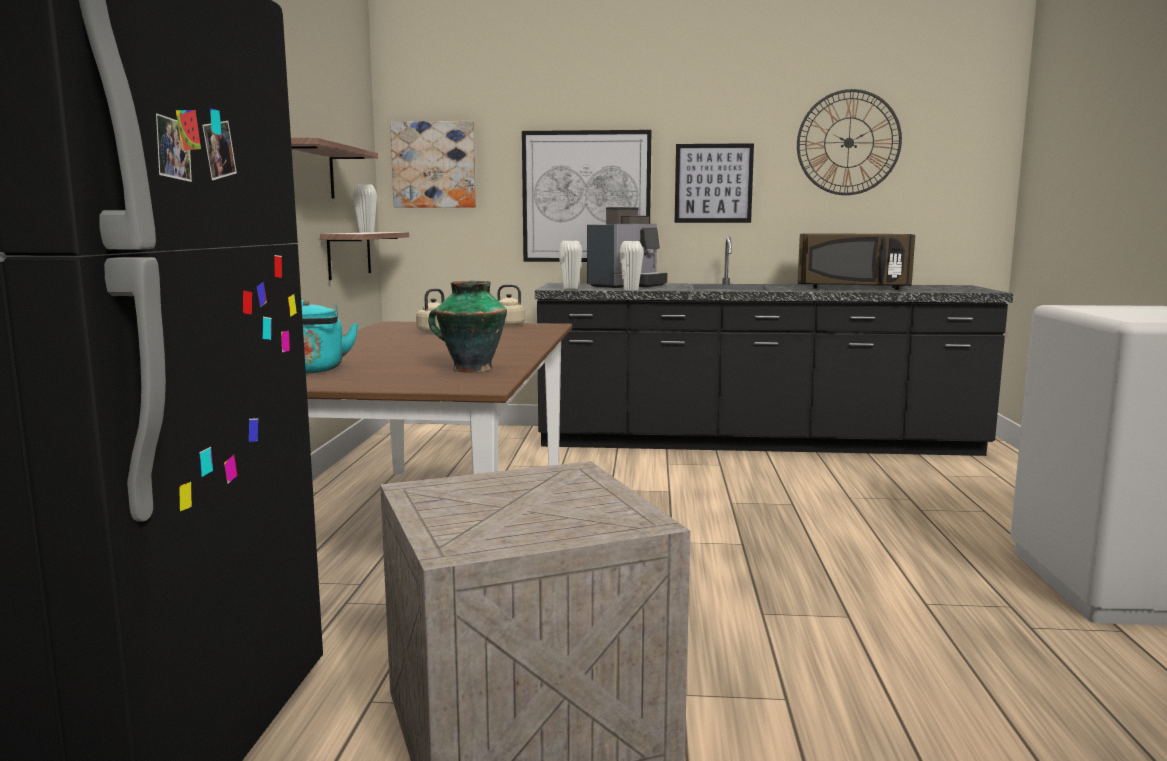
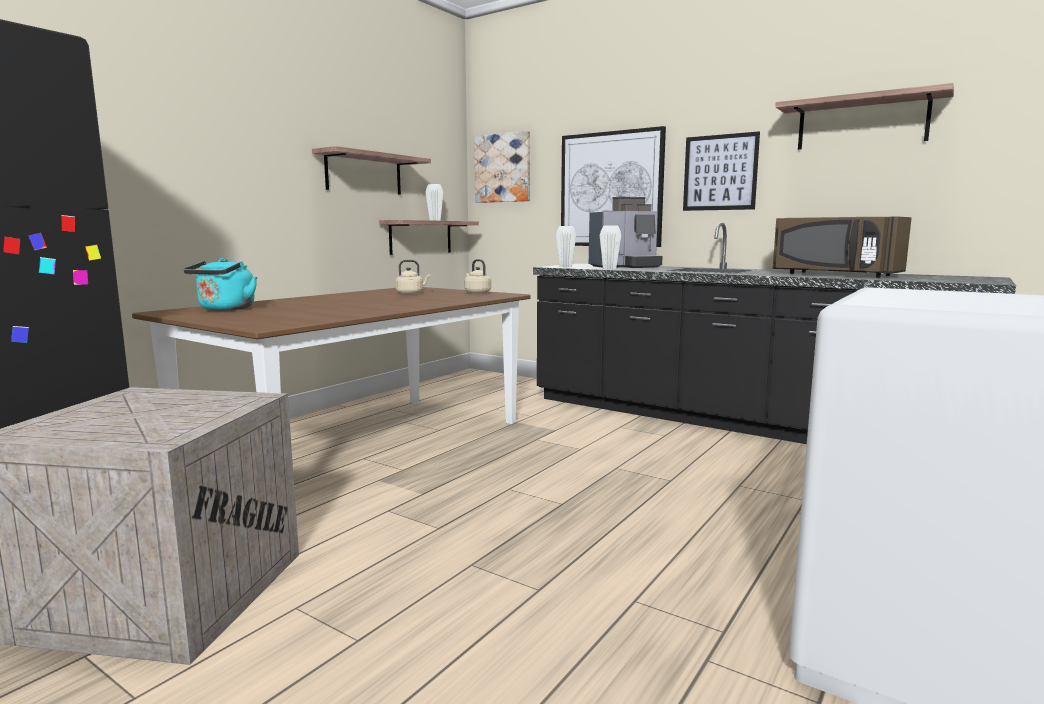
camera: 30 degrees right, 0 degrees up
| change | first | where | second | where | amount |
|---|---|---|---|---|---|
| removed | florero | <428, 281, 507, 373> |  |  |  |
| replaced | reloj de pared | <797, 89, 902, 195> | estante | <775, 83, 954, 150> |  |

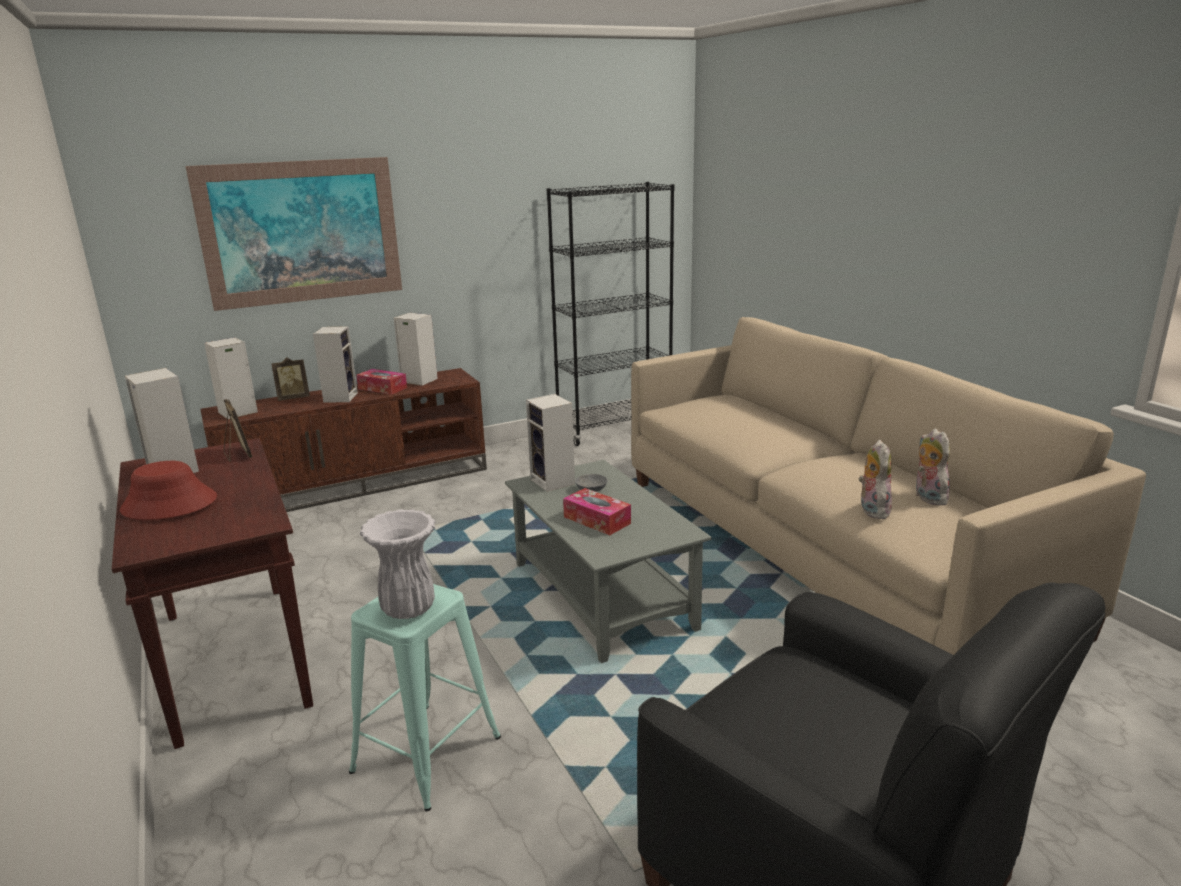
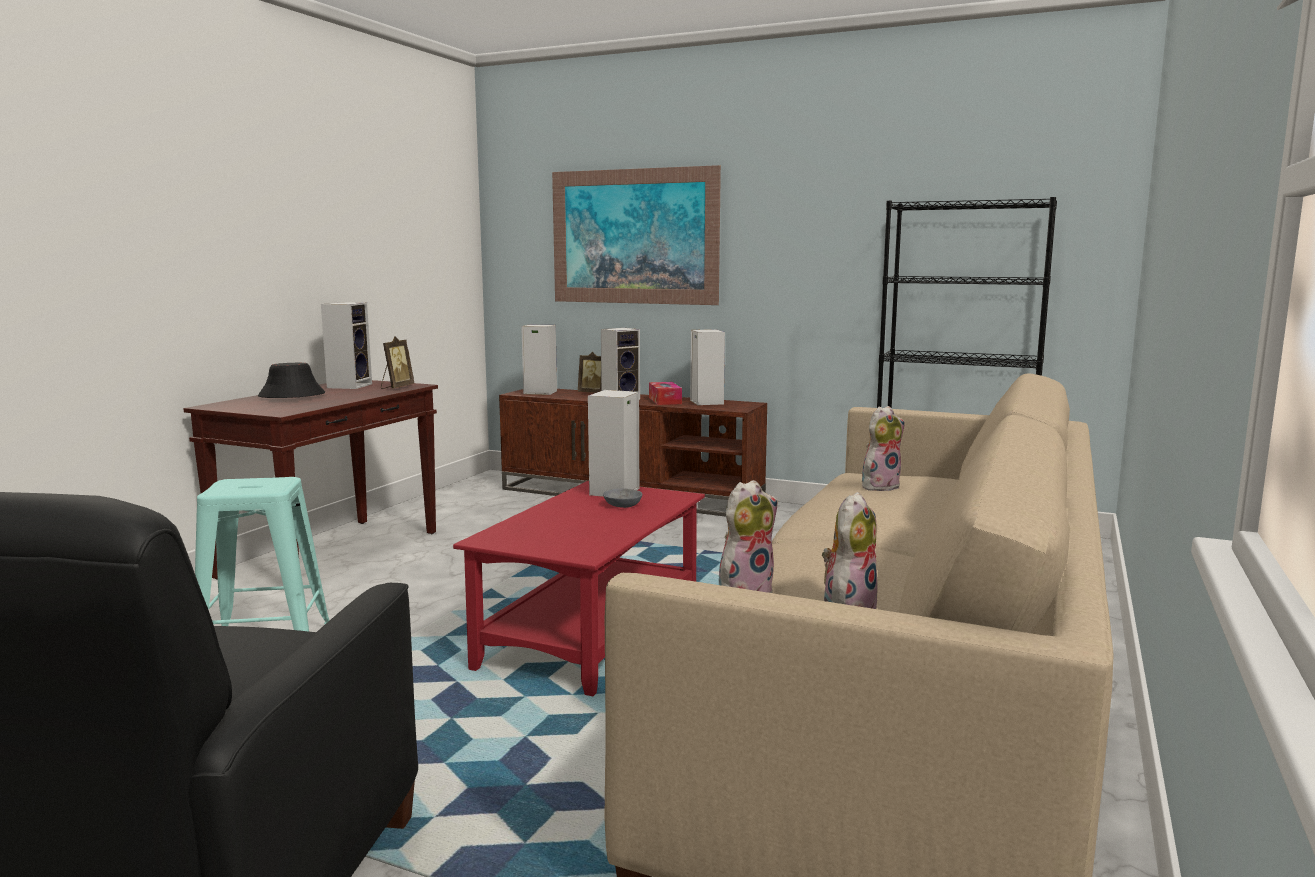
camera: 50 degrees right, 10 degrees down
| change | first | where | second | where | amount |
|---|---|---|---|---|---|
| removed | florero (blanco) | <360, 509, 435, 619> |  |  |  |
| removed | caja de pañuelos | <563, 488, 631, 535> |  |  |  |
| added |  |  | peluche | <862, 406, 905, 491> |  |
| recoloured | sombrero (rojo) | <120, 461, 217, 520> | sombrero (negro) | <258, 363, 325, 398> |  |
| recoloured | mesa de centro (gris) | <505, 460, 712, 663> | mesa de centro (rojo) | <453, 481, 705, 696> |  |

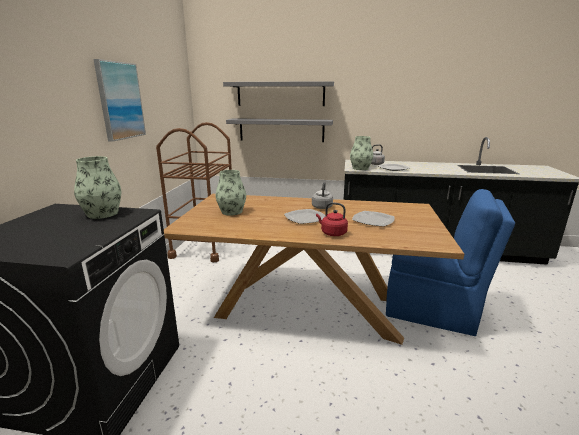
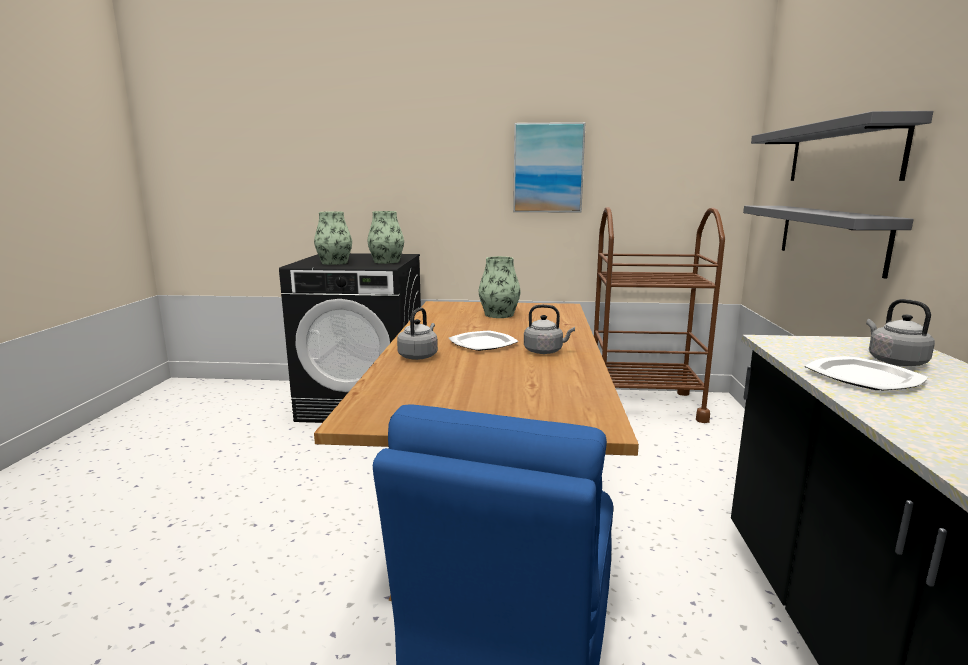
camera: 85 degrees right, 5 degrees down
| change | first | where | second | where | amount |
|---|---|---|---|---|---|
| removed | plato | <352, 211, 395, 227> |  |  |  |
| moved | florero | <350, 136, 373, 170> |  | <314, 211, 352, 265> |  |
| recoloured | hervidor (rojo) | <316, 202, 348, 236> | hervidor (gris) | <397, 307, 438, 360> |  |

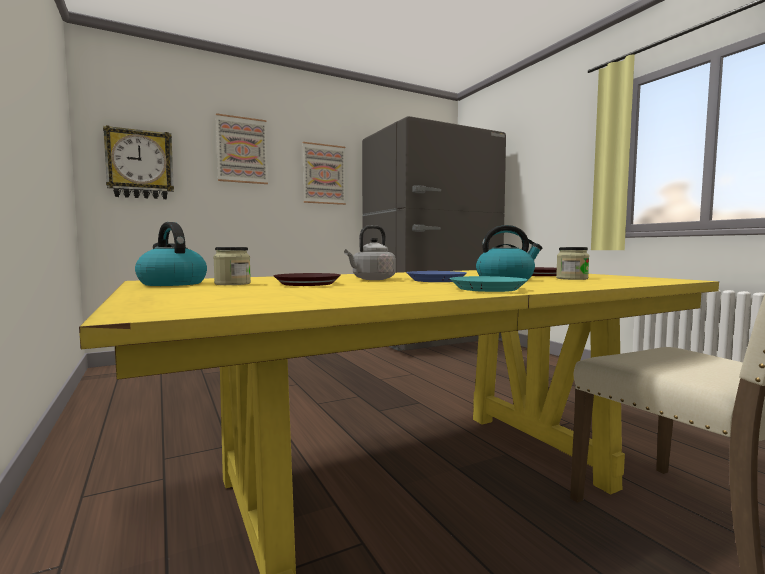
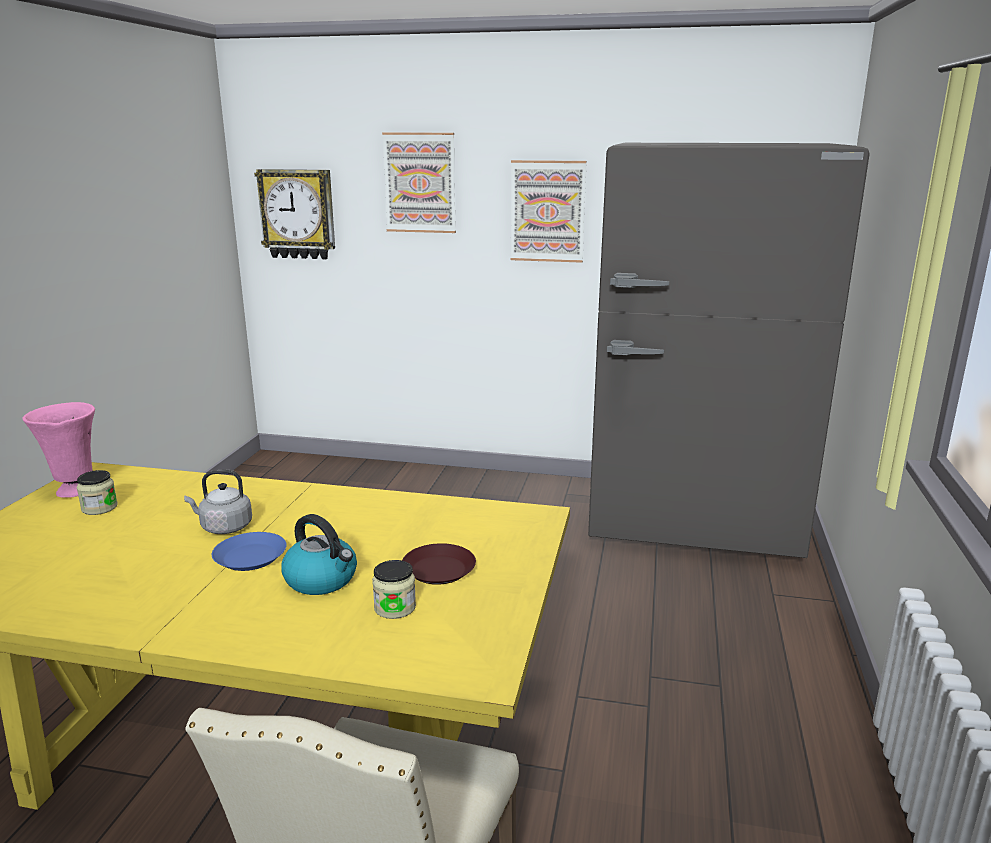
camera: 40 degrees right, 15 degrees up
| change | first | where | second | where | amount |
|---|---|---|---|---|---|
| removed | plato (marrón) | <273, 273, 341, 286> |  |  |  |
| removed | plato (turquesa) | <450, 276, 528, 292> |  |  |  |
| replaced | hervidor | <135, 222, 207, 286> | florero (rosa) | <22, 402, 95, 498> |  |

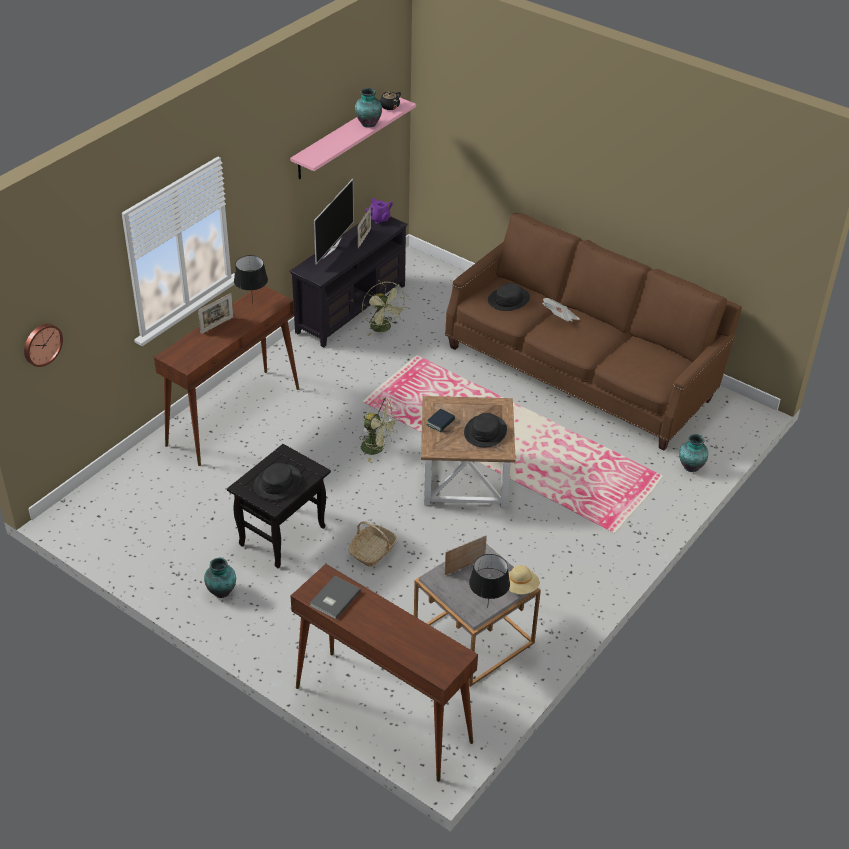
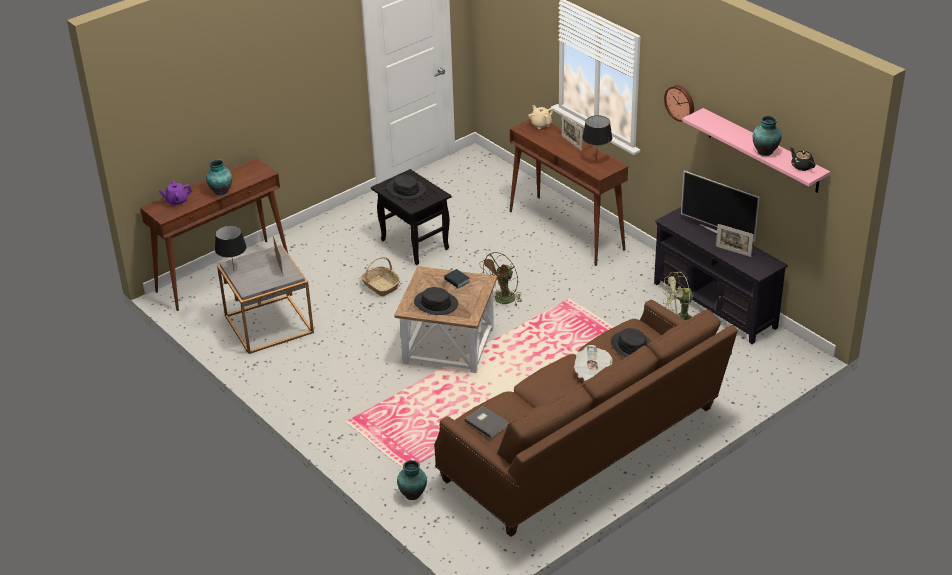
camera: 105 degrees right, 5 degrees down
| change | first | where | second | where | amount |
|---|---|---|---|---|---|
| removed | sombrero (beis) | <509, 565, 540, 594> |  |  |  |
| added |  |  | tetera (beis) | <528, 105, 554, 129> |  |
| moved | reloj de pared | <24, 324, 63, 367> |  | <664, 85, 694, 122> |  |
| moved | florero | <204, 558, 236, 598> |  | <206, 159, 232, 195> |  |
| moved | libro (gris) | <310, 576, 361, 619> |  | <465, 406, 509, 438> |  |
| moved | tetera (morado) | <366, 198, 393, 224> |  | <159, 180, 192, 206> |  |
| recoloured | ventilador (verde) | <361, 397, 400, 462> | ventilador (marrón) | <479, 252, 522, 307> |  |

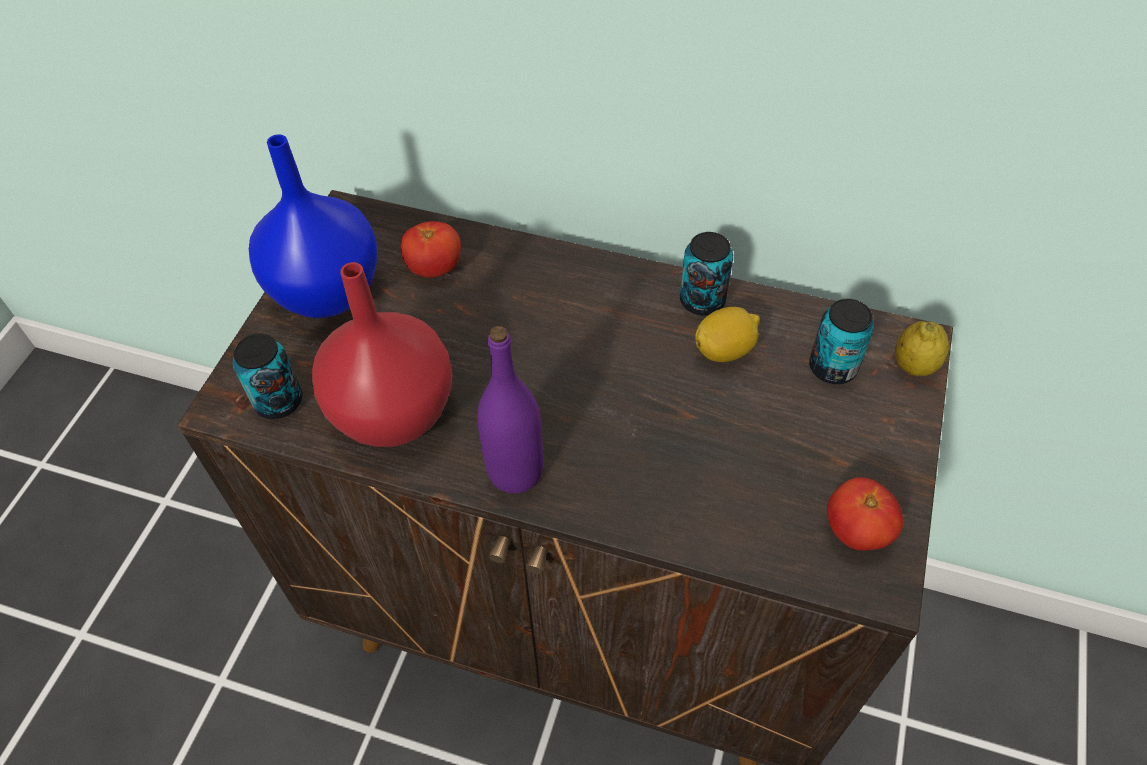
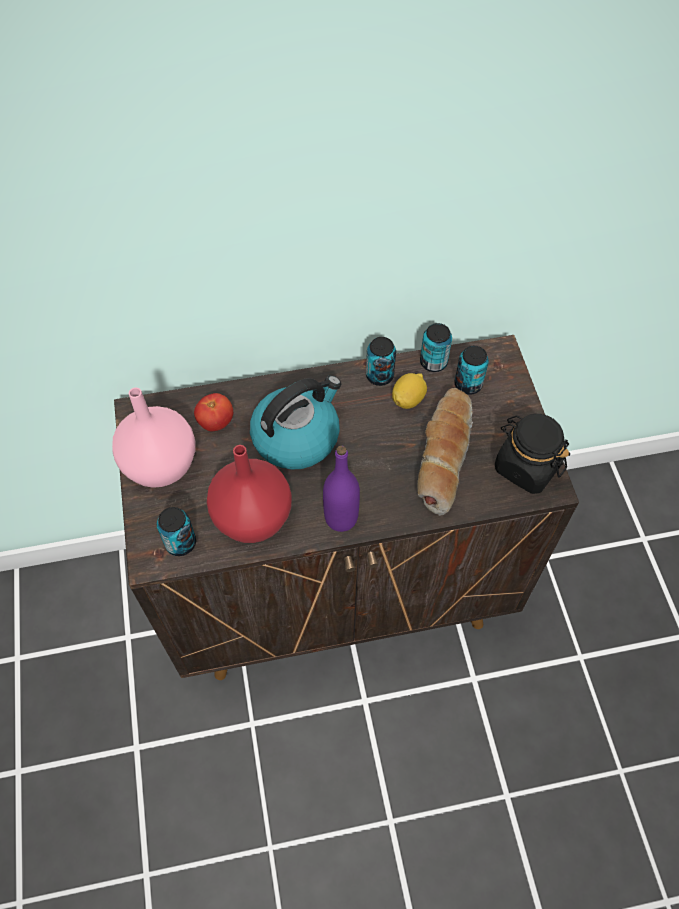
camera: 30 degrees left, 5 degrees up
| change | first | where | second | where | amount |
|---|---|---|---|---|---|
| removed | limón | <895, 321, 949, 376> |  |  |  |
| added |  |  | hervidor | <250, 376, 341, 470> |  |
| added |  |  | pan | <417, 388, 473, 516> |  |
| added |  |  | lata | <420, 323, 452, 372> |  |
| replaced | tomate | <827, 477, 903, 551> | tarro (negro) | <495, 414, 570, 494> |  |
| recoloured | florero (azul) | <249, 134, 378, 318> | florero (rosa) | <112, 388, 196, 488> |  |

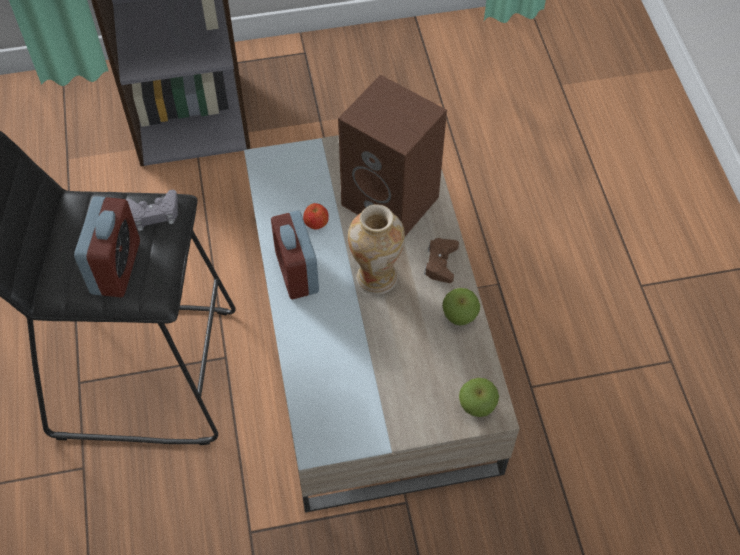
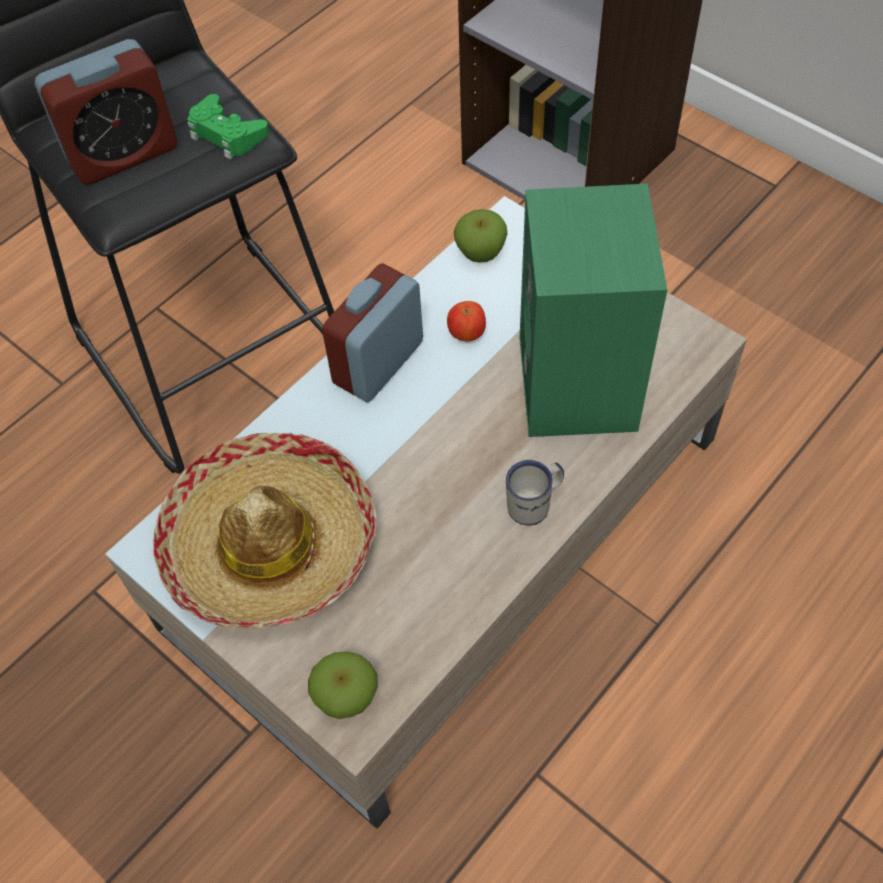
camera: 55 degrees right, 0 degrees up
| change | first | where | second | where | amount |
|---|---|---|---|---|---|
| removed | florero | <348, 204, 405, 295> |  |  |  |
| added |  |  | sombrero | <153, 433, 376, 629> |  |
| moved | manzana | <443, 288, 480, 325> |  | <454, 209, 507, 263> |  |
| replaced | mando de consola (marrón) | <424, 238, 459, 283> | taza grande (blanco) | <506, 460, 564, 525> |  |
| recoloured | mando de consola (gris) | <126, 190, 178, 231> | mando de consola (verde) | <187, 94, 269, 159> |  |
| recoloured | altavoz (marrón) | <338, 75, 447, 236> | altavoz (verde) | <520, 184, 667, 437> |  |

